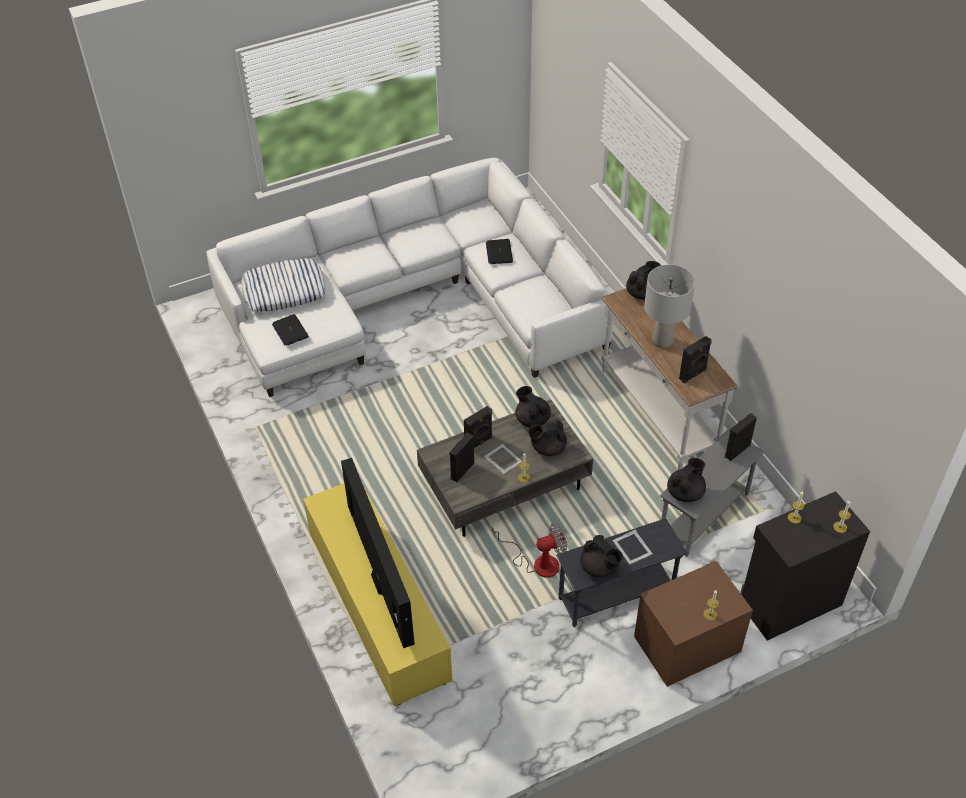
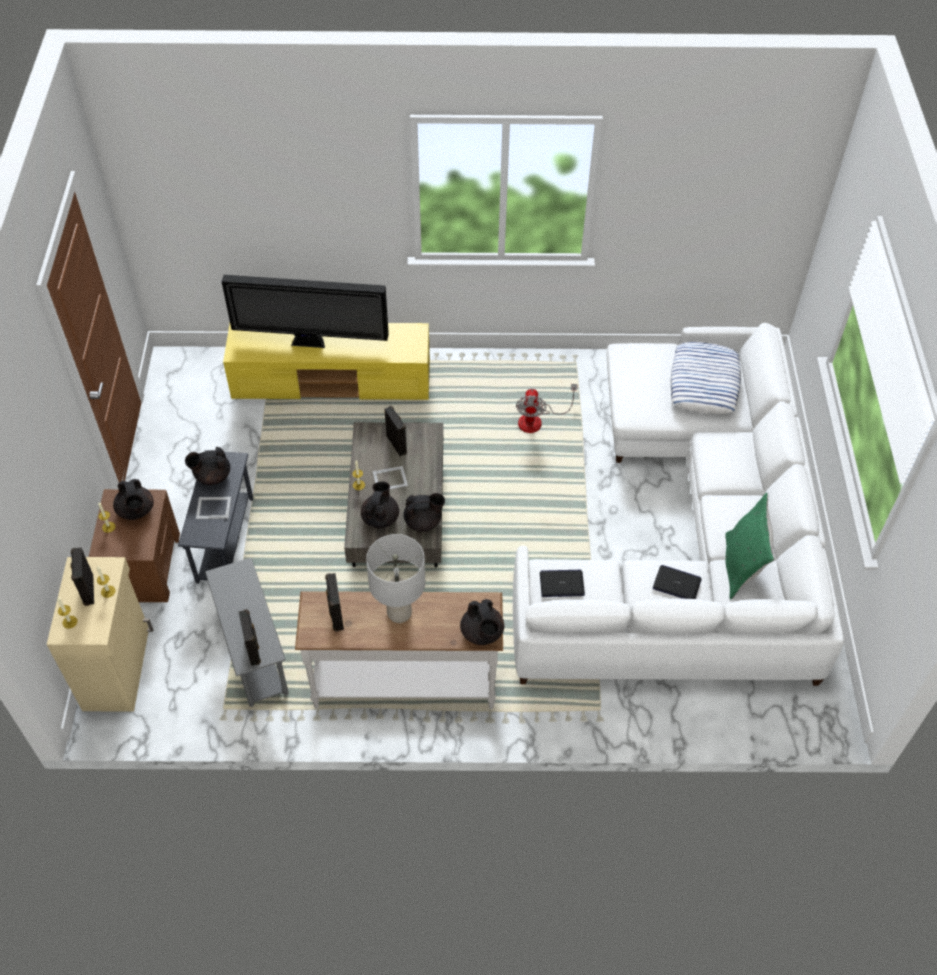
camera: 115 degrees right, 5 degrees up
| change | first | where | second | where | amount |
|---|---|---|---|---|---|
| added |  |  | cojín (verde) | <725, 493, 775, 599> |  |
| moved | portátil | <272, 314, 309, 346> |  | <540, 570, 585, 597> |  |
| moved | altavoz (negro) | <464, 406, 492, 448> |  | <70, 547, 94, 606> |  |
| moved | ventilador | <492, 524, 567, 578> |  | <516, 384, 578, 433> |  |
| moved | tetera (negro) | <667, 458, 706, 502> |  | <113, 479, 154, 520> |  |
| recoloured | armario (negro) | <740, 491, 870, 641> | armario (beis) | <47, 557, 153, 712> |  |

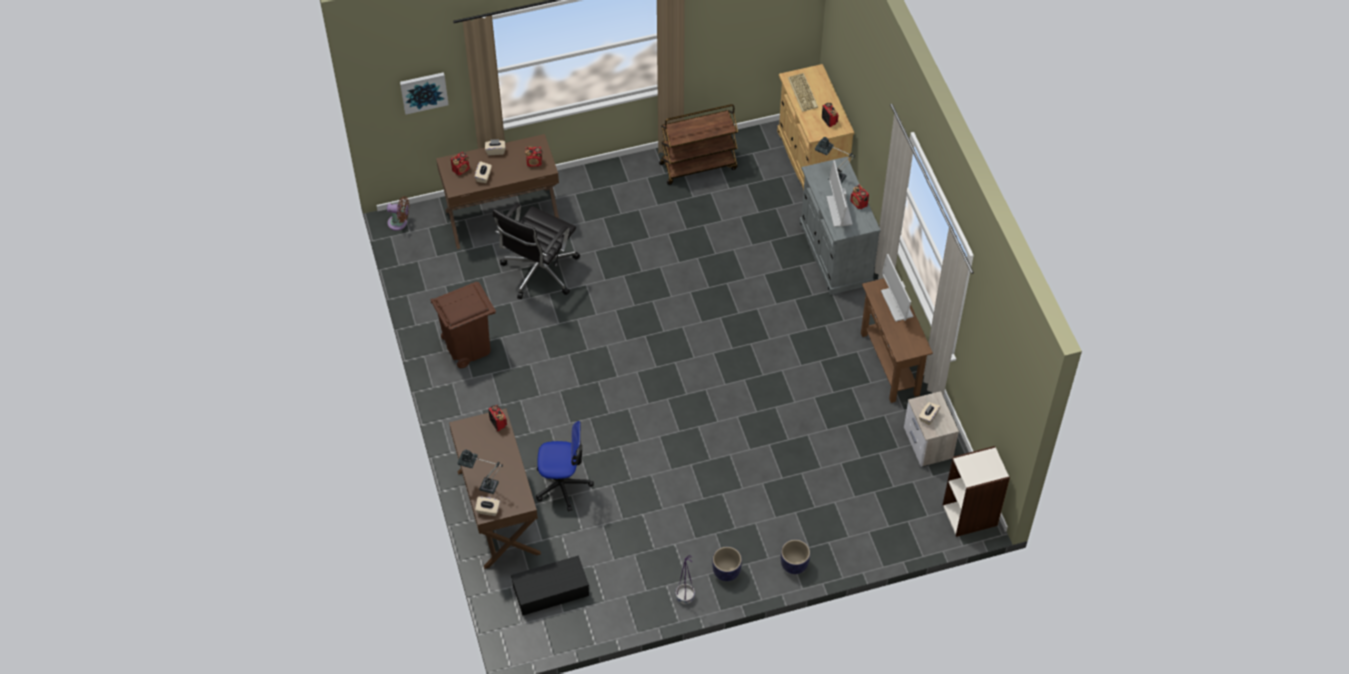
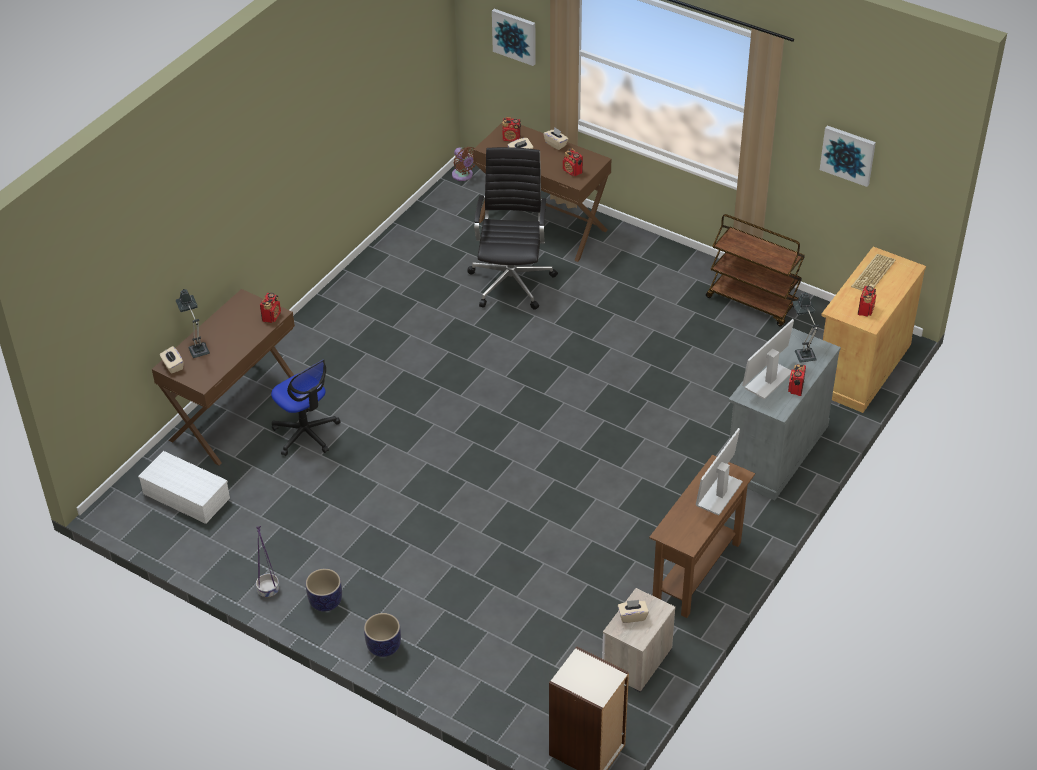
camera: 50 degrees right, 10 degrees down
| change | first | where | second | where | amount |
|---|---|---|---|---|---|
| removed | papelera (marrón) | <430, 282, 496, 368> |  |  |  |
| added |  |  | cuadro | <820, 125, 876, 187> |  |
| recoloured | caja de almacenaje (negro) | <511, 555, 589, 615> | caja de almacenaje (blanco) | <138, 451, 230, 524> |  |
| turned | silla de oficina (negro) | <493, 203, 580, 299> |  | <467, 147, 558, 310> | 105 degrees clockwise |

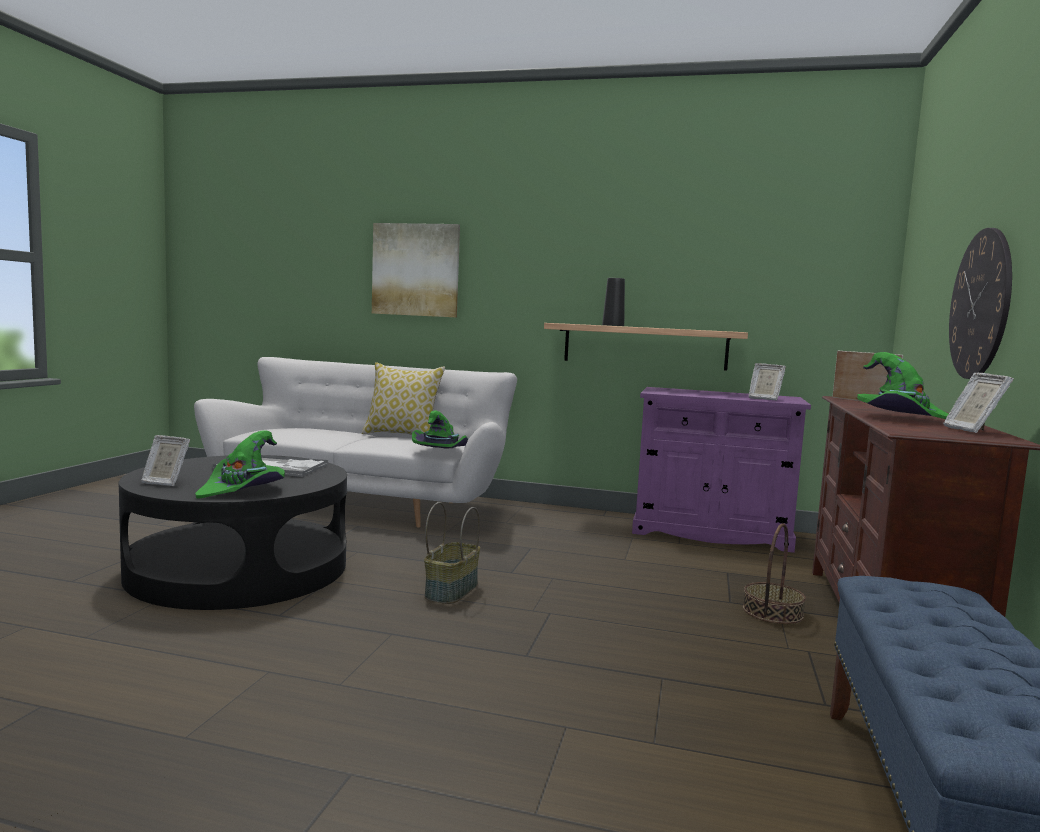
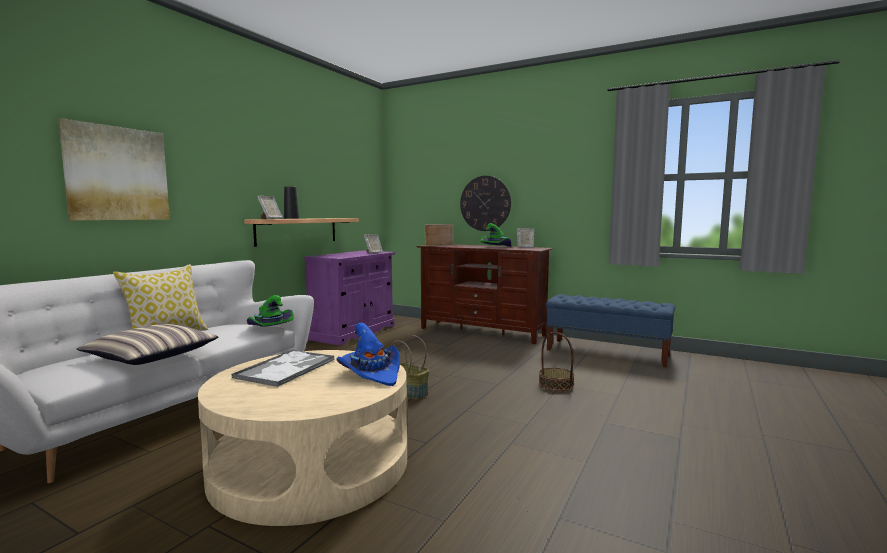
camera: 75 degrees left, 0 degrees up
| change | first | where | second | where | amount |
|---|---|---|---|---|---|
| added |  |  | cojín | <76, 324, 219, 365> |  |
| moved | portarretratos | <141, 435, 190, 486> |  | <257, 196, 283, 219> |  |
| moved | cesta | <743, 523, 806, 624> |  | <539, 332, 574, 391> |  |
| recoloured | mesa de centro (negro) | <118, 455, 347, 610> | mesa de centro (beis) | <198, 350, 407, 526> |  |
| recoloured | sombrero (verde) | <195, 430, 285, 499> | sombrero (azul) | <336, 323, 400, 386> |  |

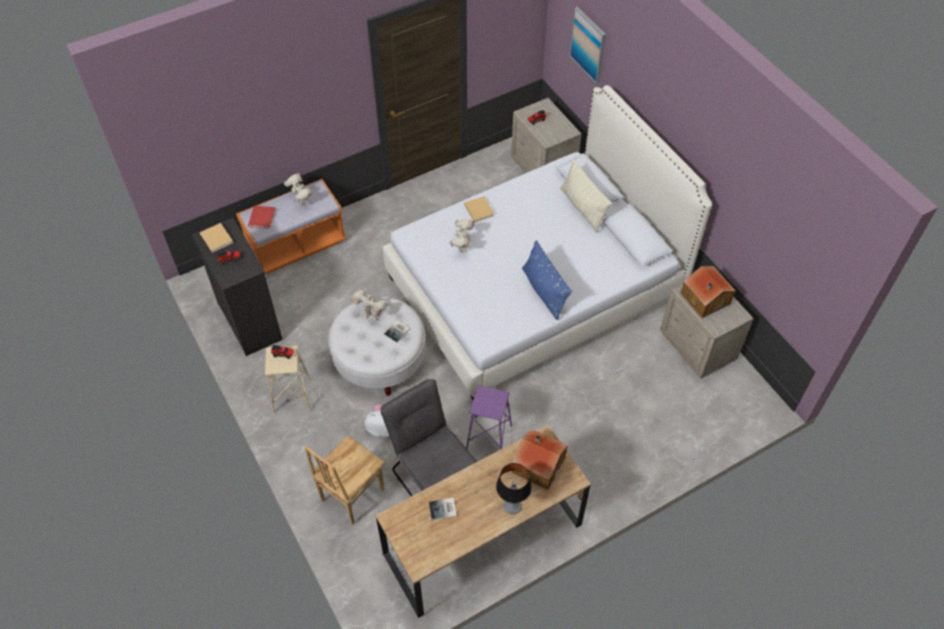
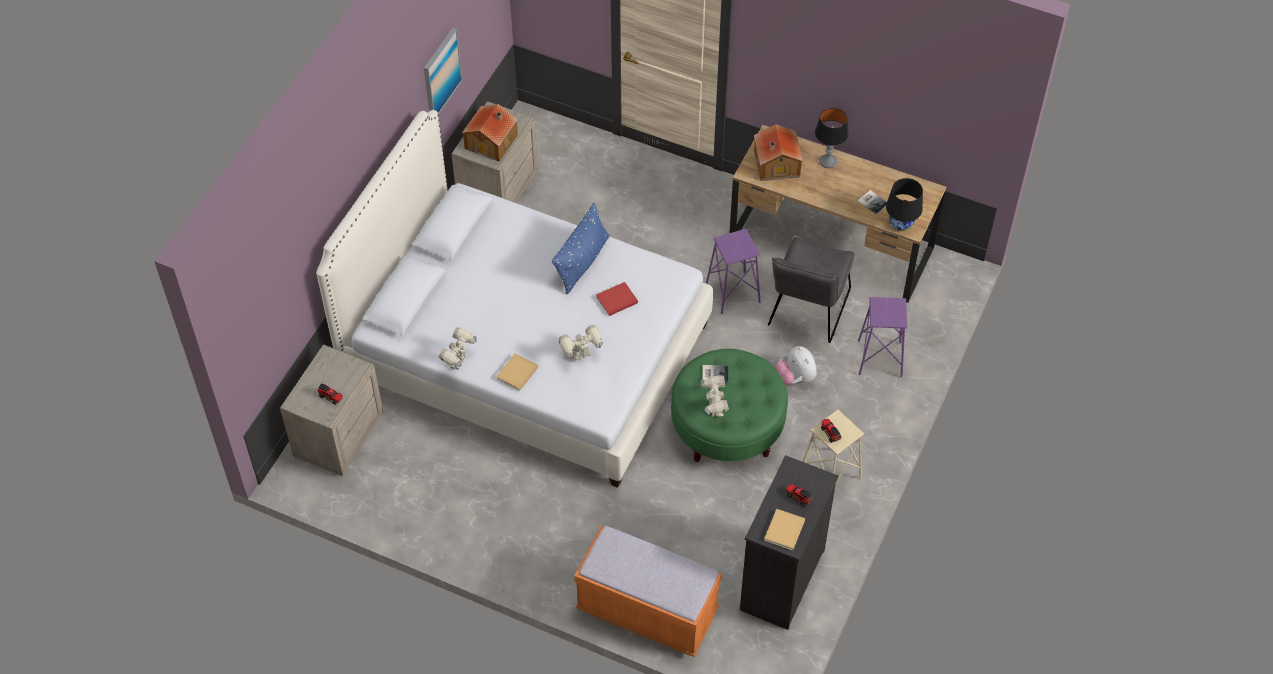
camera: 125 degrees left, 0 degrees up
| change | first | where | second | where | amount |
|---|---|---|---|---|---|
| removed | cojín (beis) | <560, 160, 612, 232> |  |  |  |
| added |  |  | lámpara de mesa (negro) | <886, 178, 923, 231> |  |
| moved | libro (rojo) | <248, 206, 275, 229> |  | <596, 282, 638, 316> |  |
| moved | robot de juguete | <284, 173, 312, 206> |  | <438, 327, 477, 370> |  |
| moved | cuadro | <570, 7, 606, 84> |  | <424, 28, 462, 114> |  |
| replaced | silla (marrón) | <305, 435, 385, 525> | taburete (morado) | <858, 297, 907, 377> |  |
| recoloured | puf (blanco) | <328, 296, 426, 396> | puf (verde) | <671, 349, 788, 462> |  |

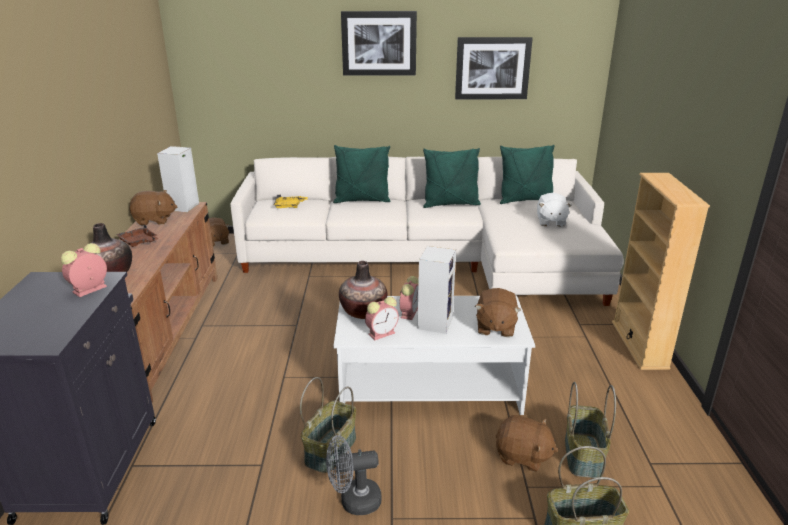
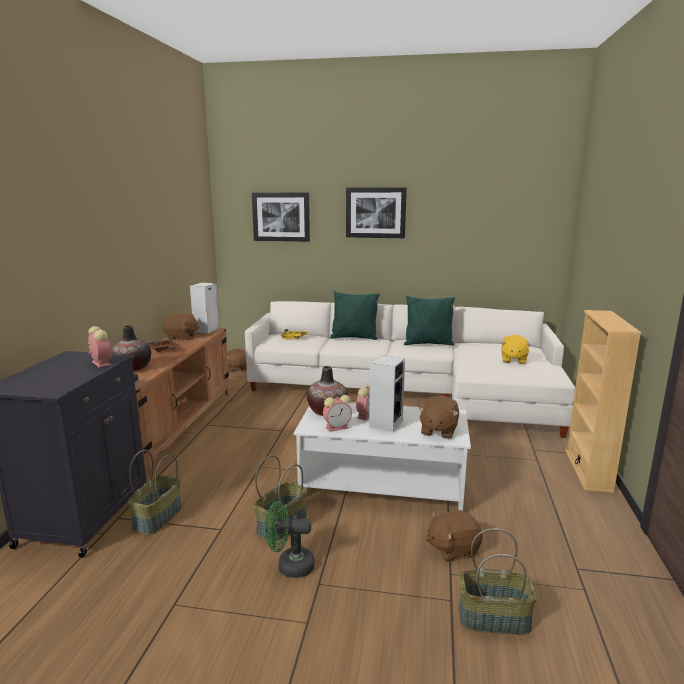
camera: 10 degrees right, 10 degrees down
| change | first | where | second | where | amount |
|---|---|---|---|---|---|
| removed | cojín (verde) | <500, 145, 555, 204> |  |  |  |
| moved | cuadro | <455, 37, 533, 99> |  | <252, 192, 310, 242> |  |
| moved | cesta | <565, 382, 616, 478> |  | <128, 450, 182, 534> |  |
| recoloured | ventilador (gris) | <326, 435, 382, 515> | ventilador (verde) | <265, 501, 315, 578> |  |
| recoloured | peluche (blanco) | <537, 193, 572, 227> | peluche (amarillo) | <501, 335, 531, 364> |  |
| turned | despertador | <61, 243, 107, 297> |  | <88, 326, 111, 368> | 90 degrees clockwise |
| turned | peluche (marrón) | <496, 415, 558, 472> |  | <426, 510, 483, 562> | 135 degrees clockwise |

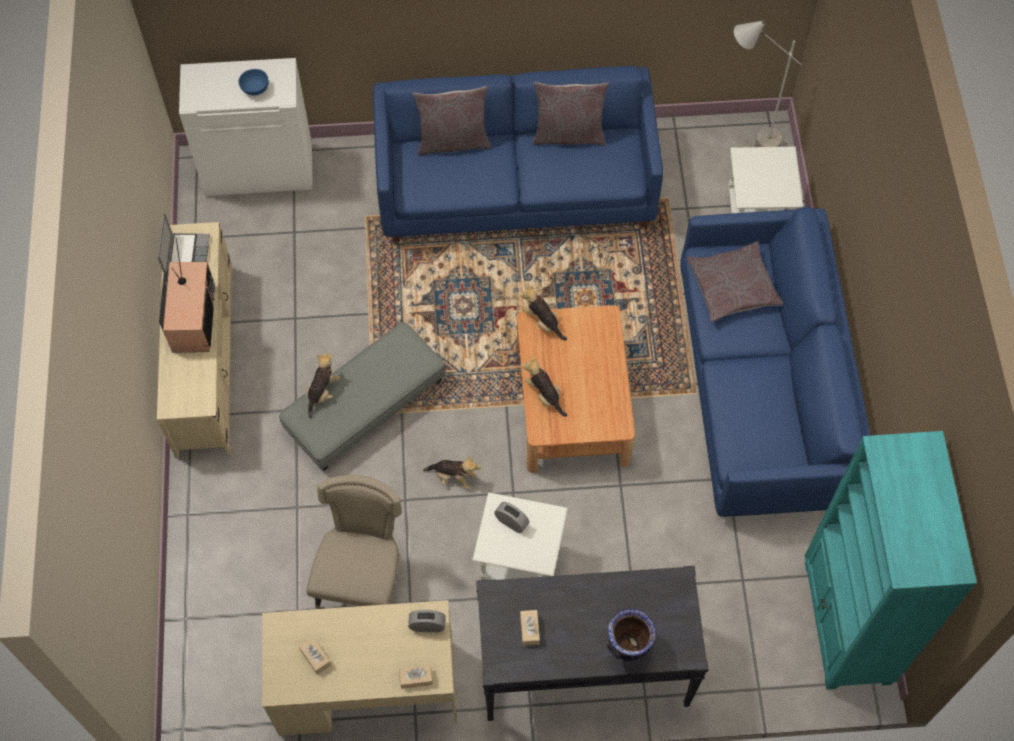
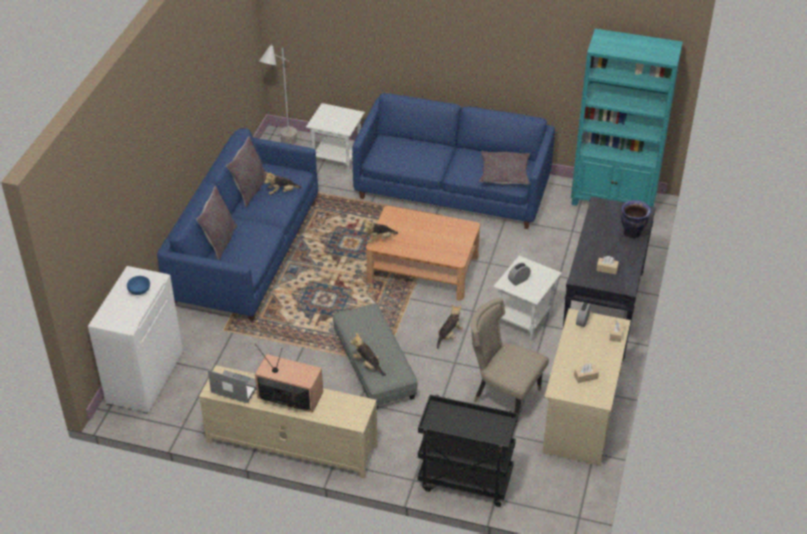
camera: 70 degrees left, 20 degrees down
| change | first | where | second | where | amount |
|---|---|---|---|---|---|
| added |  |  | carrito (negro) | <417, 395, 518, 507> |  |
| moved | peluche | <522, 356, 567, 417> |  | <264, 172, 302, 195> |  |
| moved | cojín (gris) | <687, 241, 783, 322> |  | <479, 151, 530, 185> |  |

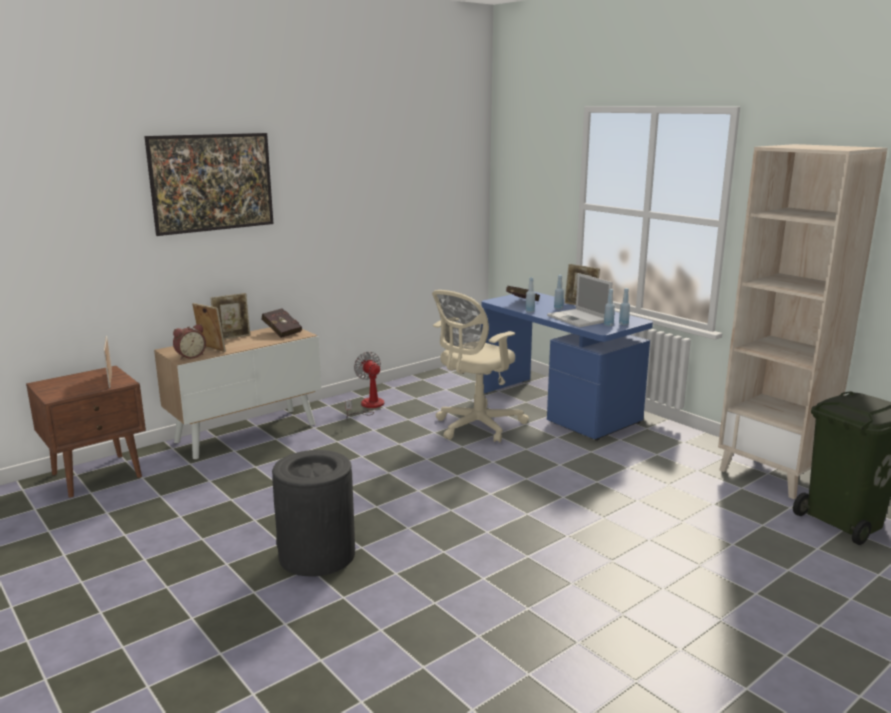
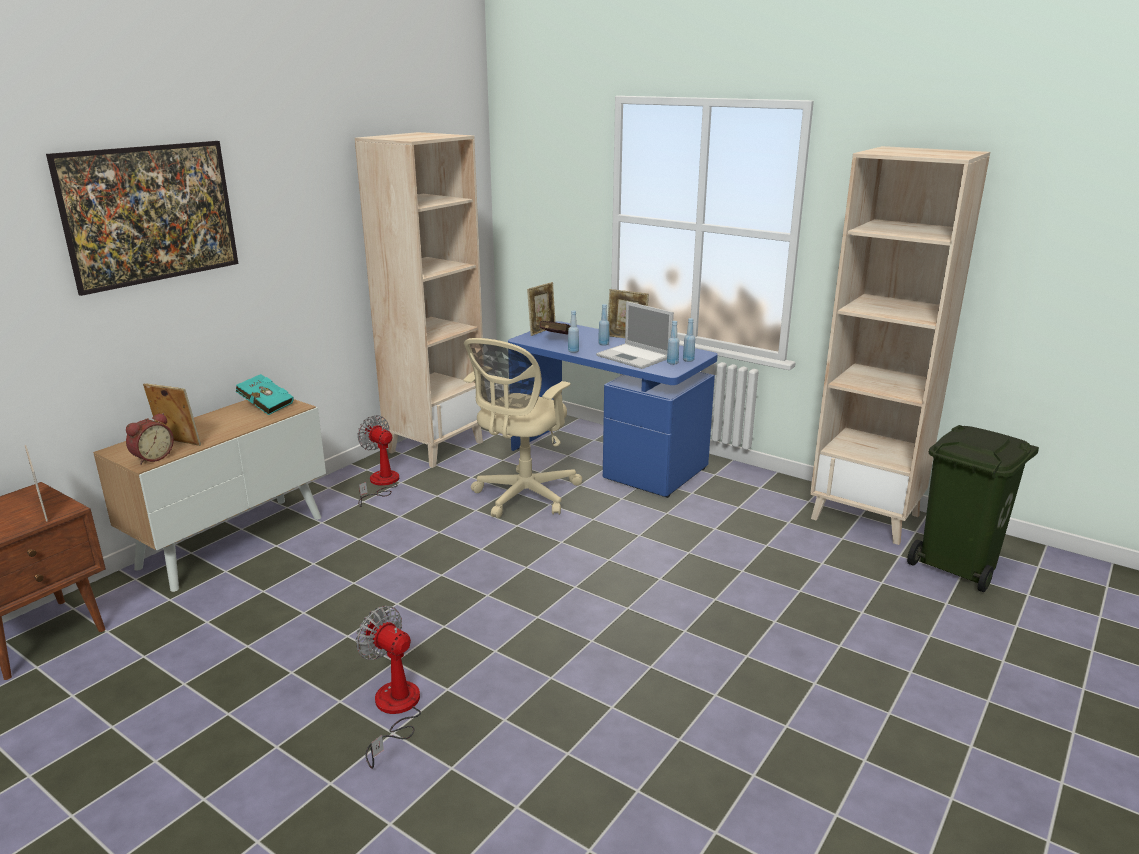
camera: 15 degrees left, 5 degrees up
| change | first | where | second | where | amount |
|---|---|---|---|---|---|
| added |  |  | estantería (beis) | <355, 132, 483, 468> |  |
| moved | portarretratos | <210, 293, 250, 340> |  | <527, 282, 556, 336> |  |
| replaced | papelera (negro) | <272, 450, 355, 577> | ventilador | <356, 606, 421, 769> |  |
| recoloured | libro (rojo) | <262, 309, 302, 338> | libro (turquesa) | <235, 374, 294, 415> |  |

